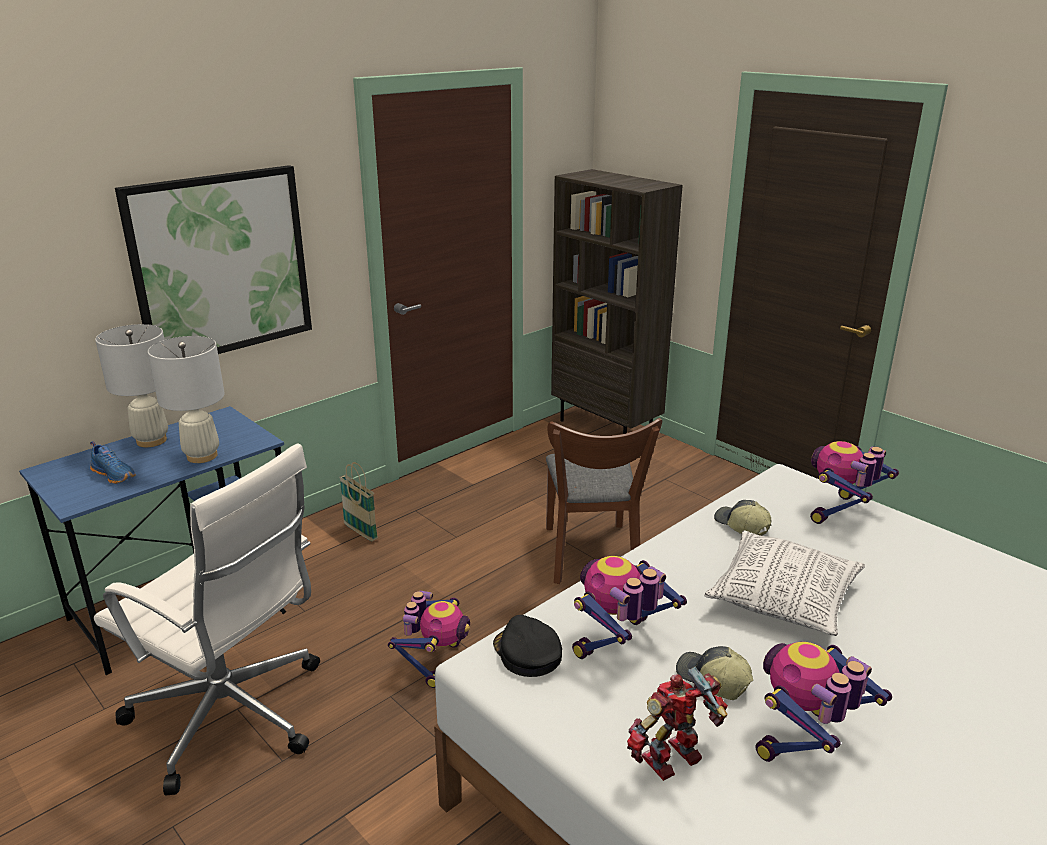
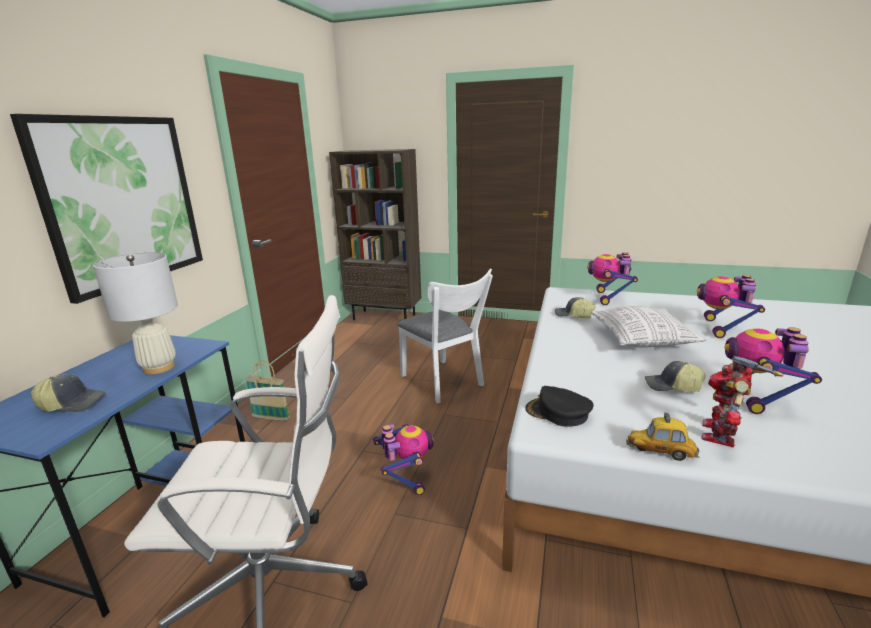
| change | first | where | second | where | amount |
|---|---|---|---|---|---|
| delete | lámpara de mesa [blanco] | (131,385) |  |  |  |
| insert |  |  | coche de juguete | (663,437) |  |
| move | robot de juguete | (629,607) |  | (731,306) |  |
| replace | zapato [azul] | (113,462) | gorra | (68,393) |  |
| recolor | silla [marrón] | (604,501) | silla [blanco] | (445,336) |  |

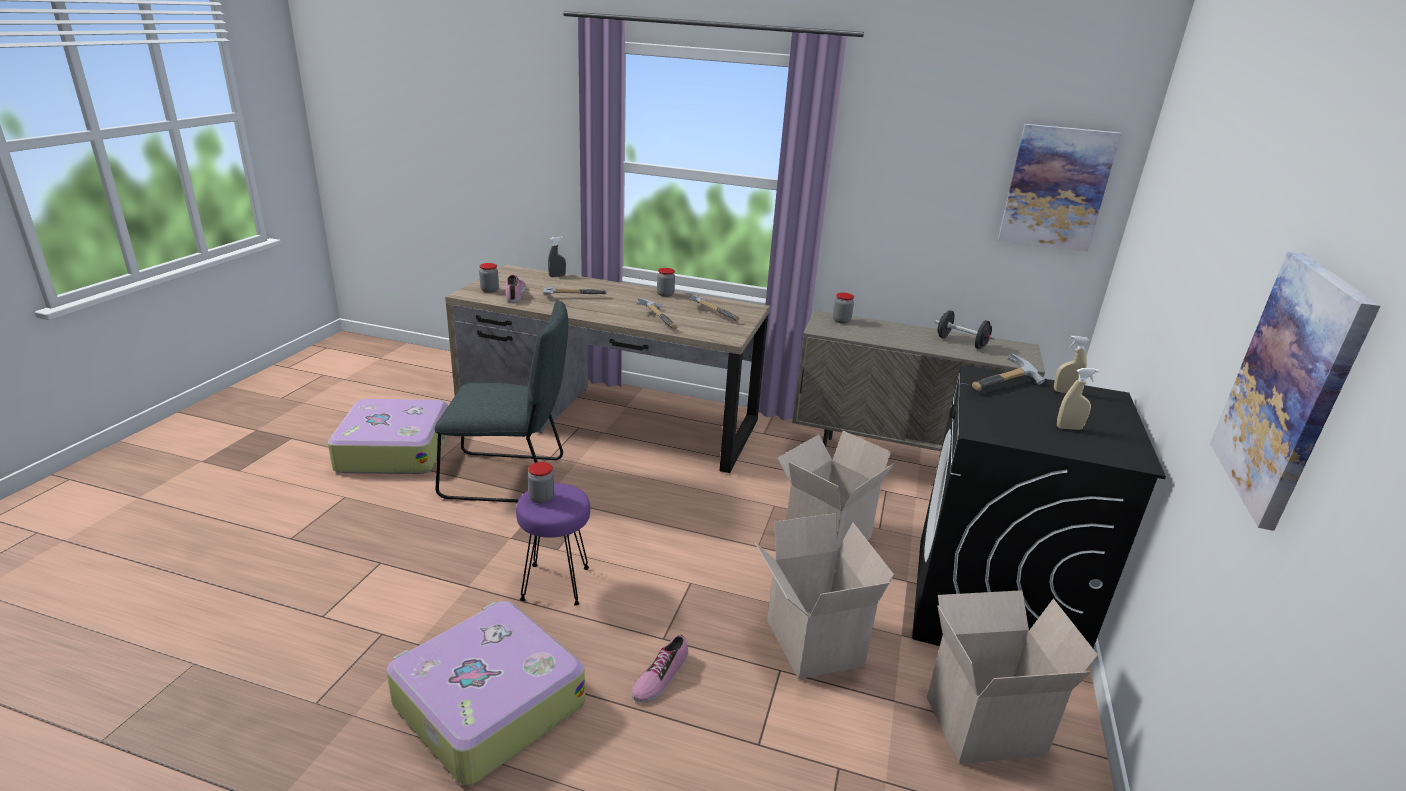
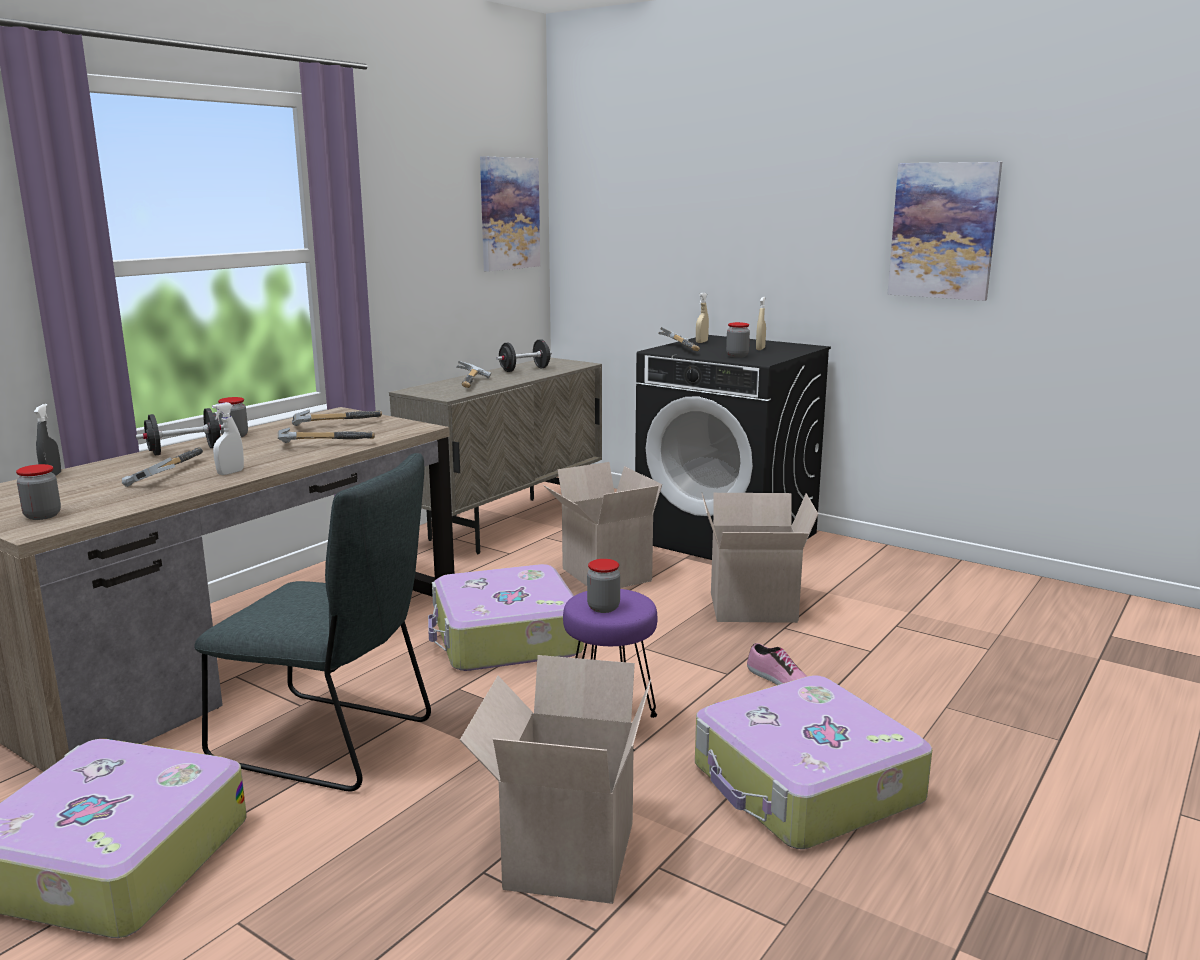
| change | first | where | second | where | amount |
|---|---|---|---|---|---|
| delete | zapato | (515,289) |  |  |  |
| insert |  |  | mancuerna [negro] | (180,432) |  |
| insert |  |  | pulverizador [blanco] | (228,438) |  |
| insert |  |  | maleta | (506,617) |  |
| insert |  |  | martillo | (473,374) |  |
| move | tarro | (843,308) |  | (738,340) |  |
| move | caja de cartón | (1012,677) |  | (555,779) |  |
| rotate | silla [gris] | (501,401) |  | (313,622) | 90 degrees clockwise |

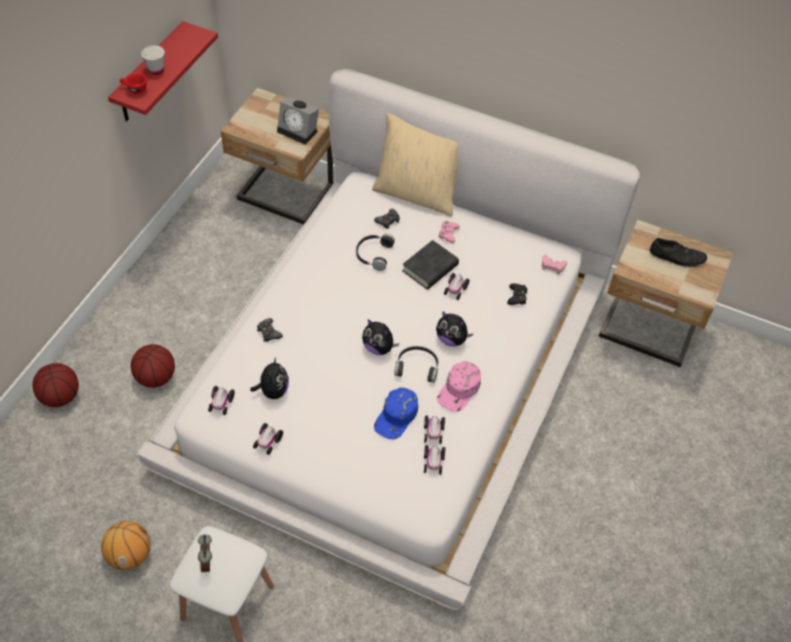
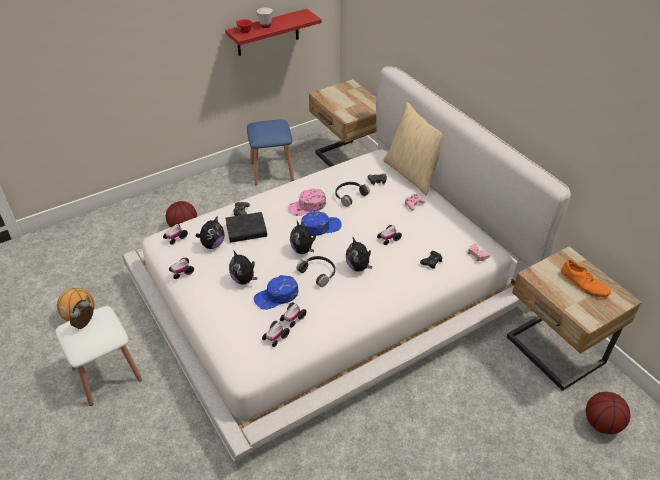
| change | first | where | second | where | amount |
|---|---|---|---|---|---|
| delete | despertador | (298,121) |  |  |  |
| insert |  |  | peluche | (243,267) |  |
| insert |  |  | taburete [azul] | (270,152) |  |
| insert |  |  | gorra [azul] | (321,224) |  |
| move | balón de baloncesto | (55,385) |  | (608,413) |  |
| move | libro [negro] | (430,264) |  | (246,227) |  |
| move | gorra [rosa] | (459,386) |  | (307,202) |  |
| recolor | zapato [negro] | (678,252) | zapato [naranja] | (586,278) |  |

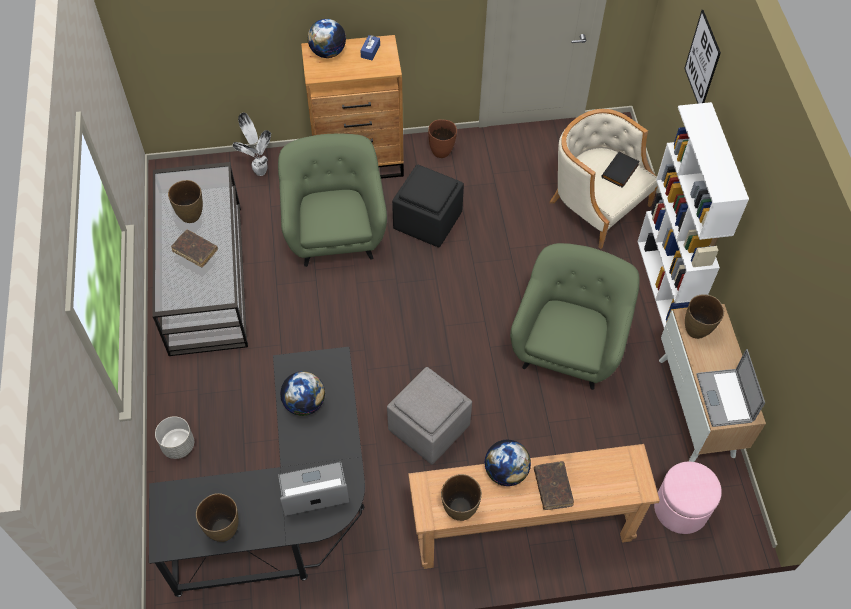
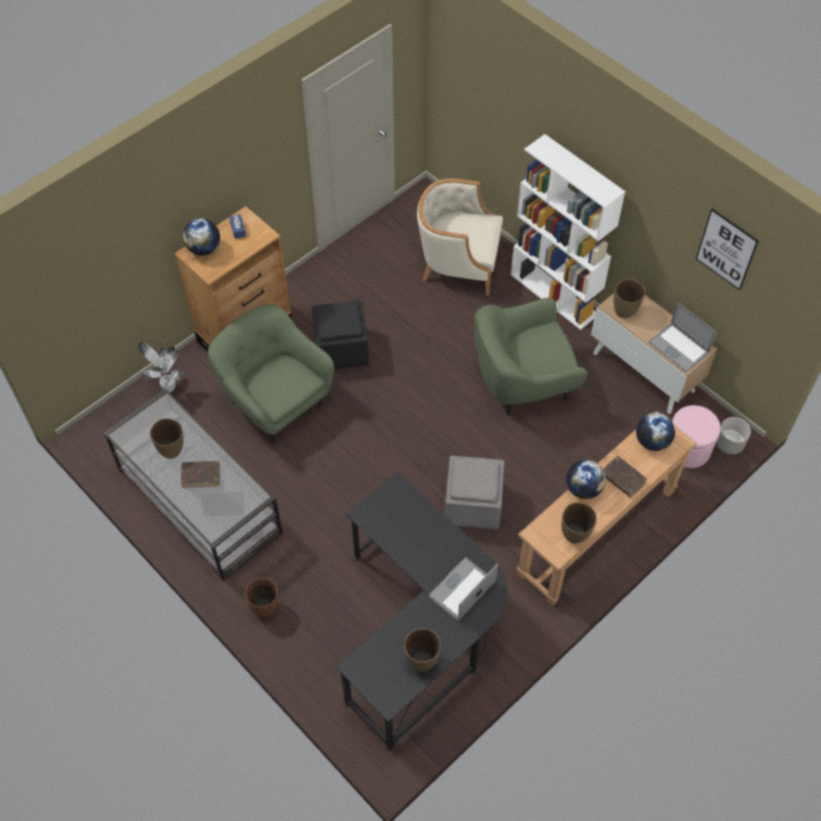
| change | first | where | second | where | amount |
|---|---|---|---|---|---|
| delete | libro [negro] | (620,170) |  |  |  |
| move | maceta [gris] | (174,437) |  | (733,435) |  |
| move | globo terráqueo | (302,393) |  | (655,431) |  |
| move | florero [marrón] | (442,138) |  | (261,597) |  |
| move | cuadro | (702,57) |  | (727,249) |  |
| rotate | sillón [verde] | (575,316) |  | (531,356) | 90 degrees counterclockwise |

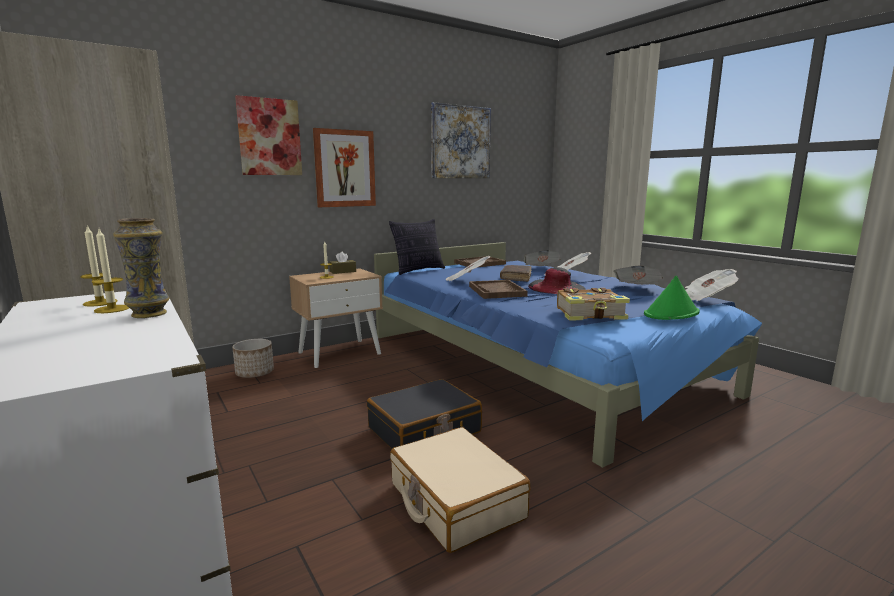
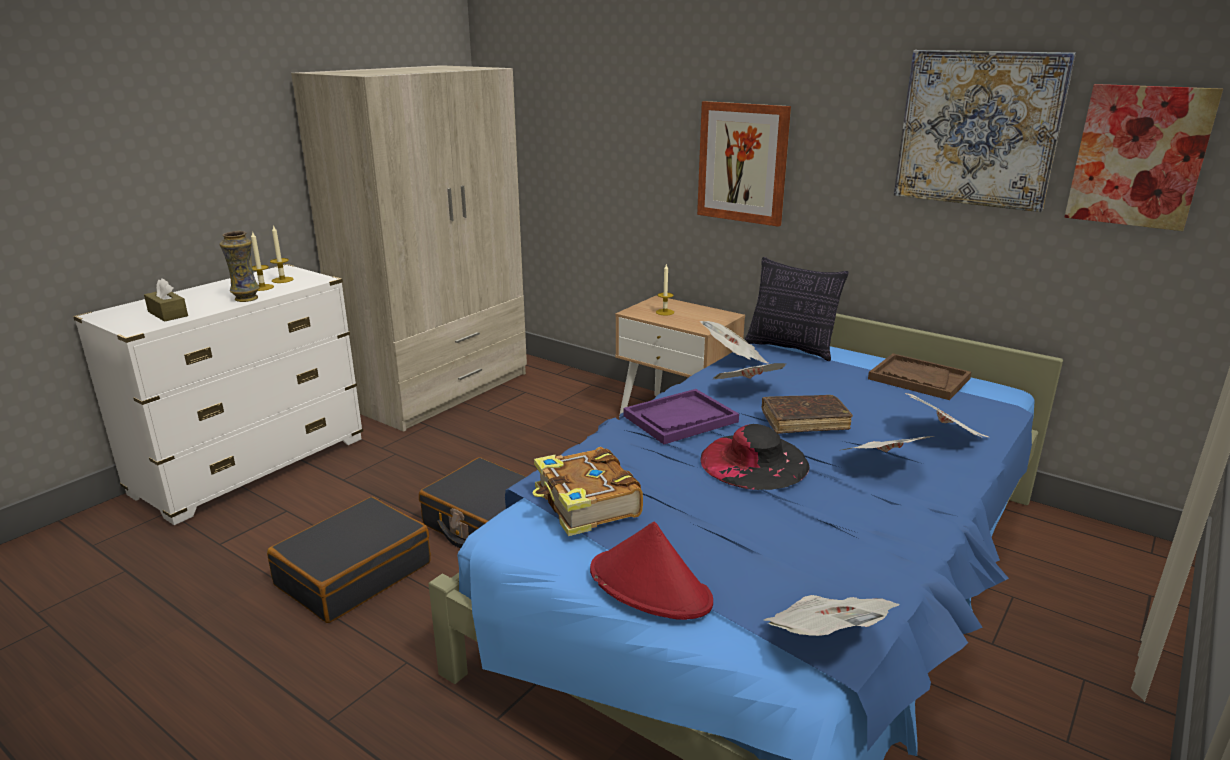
| change | first | where | second | where | amount |
|---|---|---|---|---|---|
| delete | maceta | (253,358) |  |  |  |
| move | cuadro | (268,135) |  | (1143,157) |  |
| move | caja de pañuelos [marrón] | (342,263) |  | (166,300) |  |
| move | periódico | (638,275) |  | (734,342) |  |
| recolor | maleta [beis] | (460,490) | maleta [negro] | (349,560) |  |
| recolor | bandeja [marrón] | (498,289) | bandeja [morado] | (681,416) |  |
| recolor | sombrero [verde] | (672,298) | sombrero [rojo] | (651,570) |  |

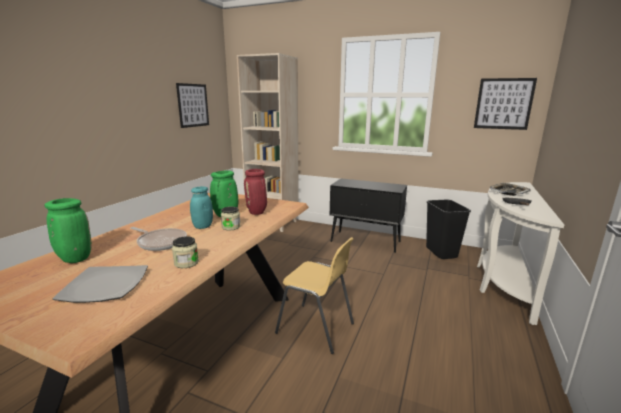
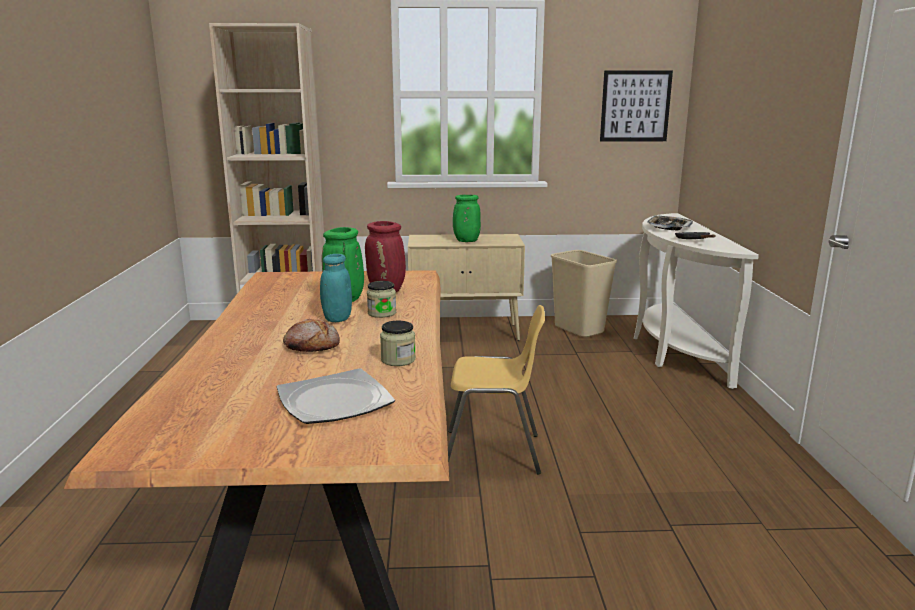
| change | first | where | second | where | amount |
|---|---|---|---|---|---|
| delete | cuadro | (192,105) |  |  |  |
| move | florero [verde] | (68,230) |  | (467,218) |  |
| replace | sartén | (158,239) | pan | (311,335) |  |
| recolor | armario [negro] | (368,215) | armario [beis] | (466,287) |  |
| recolor | papelera [negro] | (448,229) | papelera [beis] | (584,293) |  |

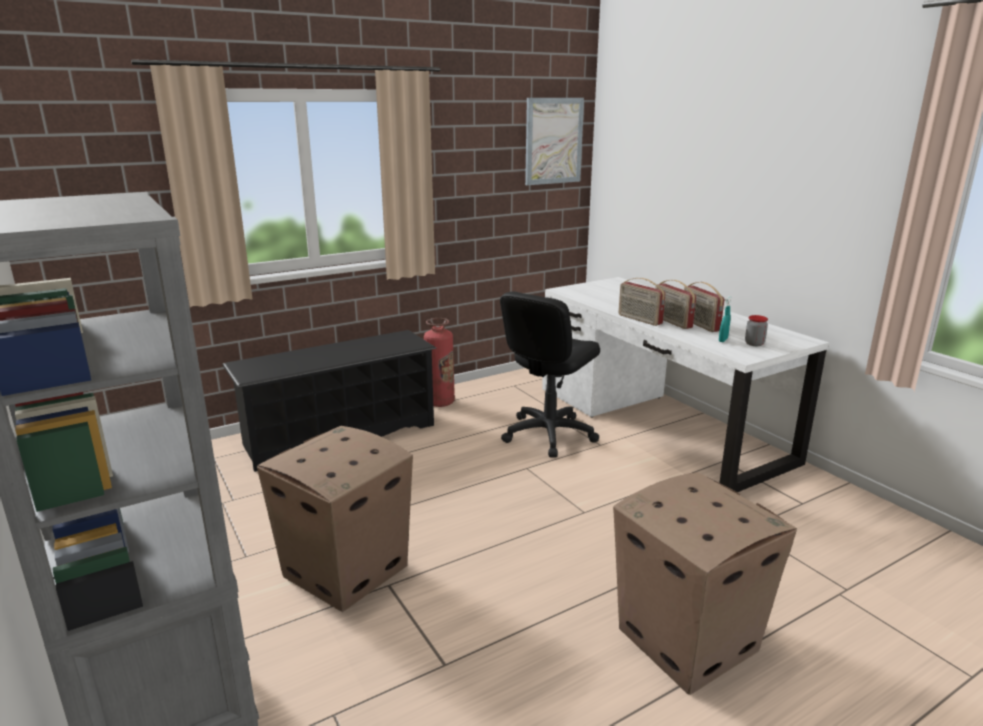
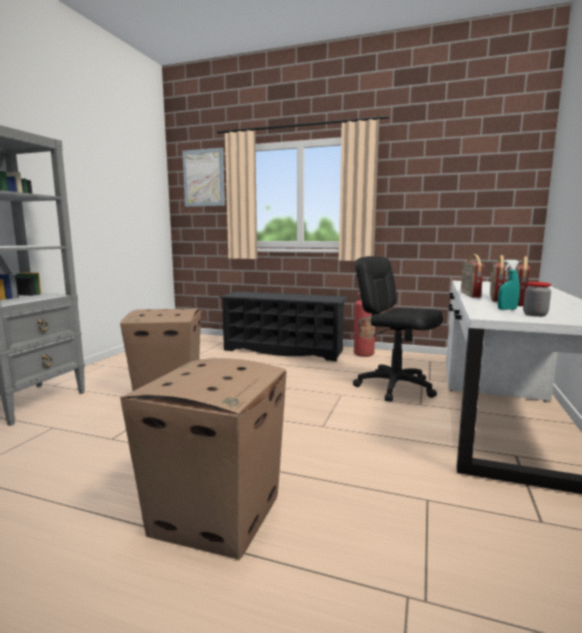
| change | first | where | second | where | amount |
|---|---|---|---|---|---|
| move | cuadro | (554,141) |  | (203,177) |  |
| rotate | silla de oficina [negro] | (550,374) |  | (398,329) | 45 degrees clockwise |

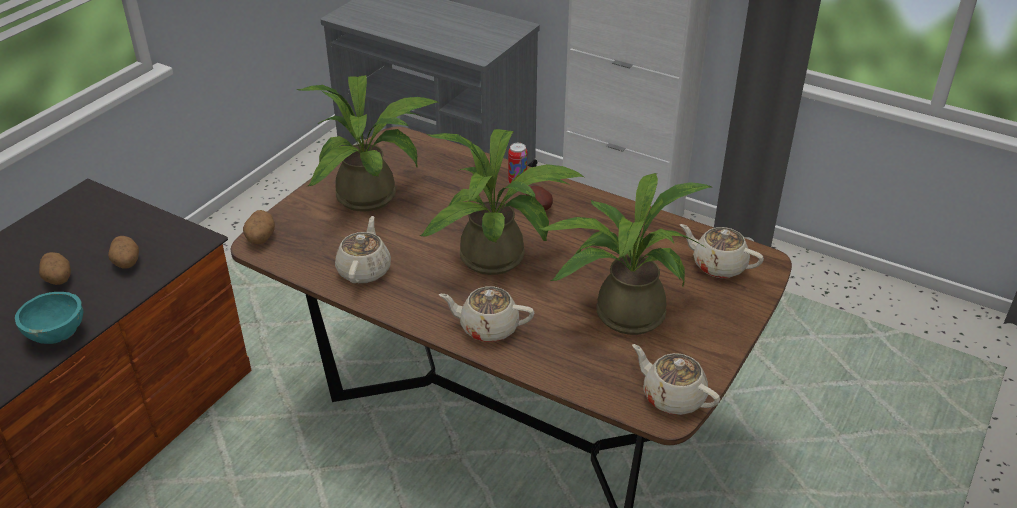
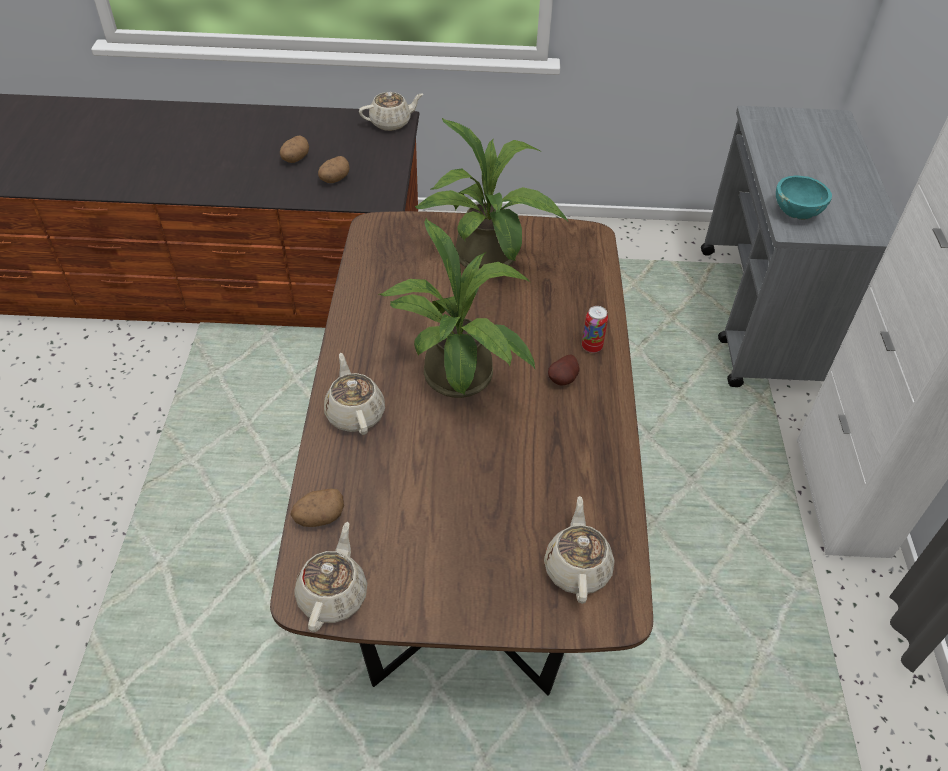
| change | first | where | second | where | amount |
|---|---|---|---|---|---|
| delete | planta en maceta | (624,254) |  |  |  |
| move | cuenco [turquesa] | (49,318) |  | (804,197) |  |
| move | patata | (259,227) |  | (317,507) |  |
| move | tetera [beis] | (363,249) |  | (391,111) |  |

